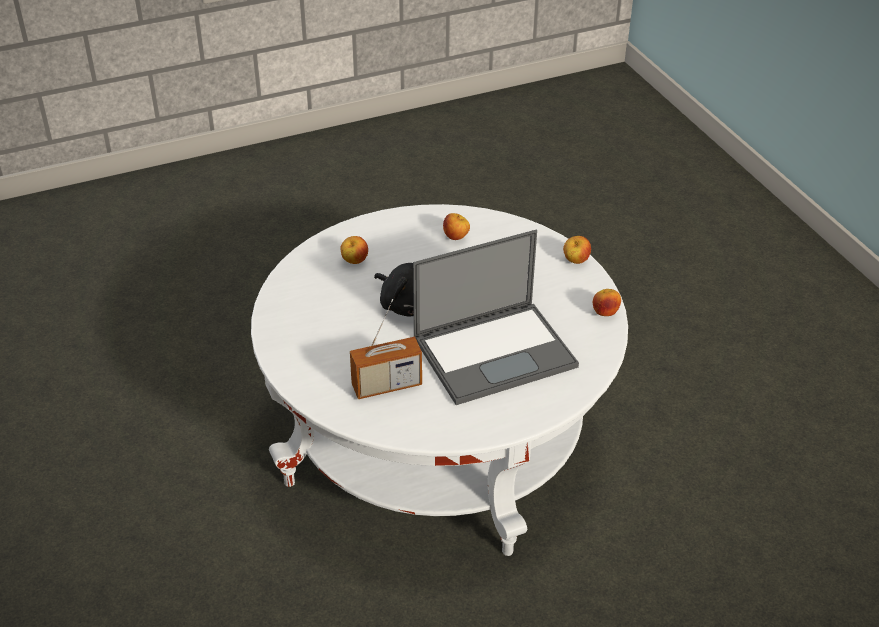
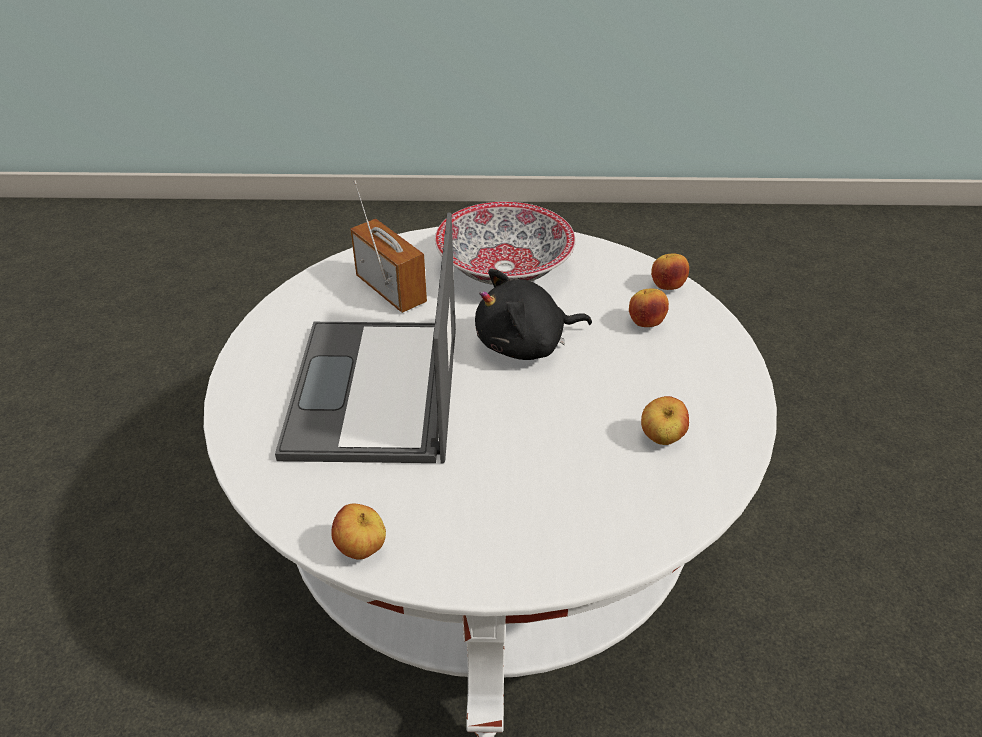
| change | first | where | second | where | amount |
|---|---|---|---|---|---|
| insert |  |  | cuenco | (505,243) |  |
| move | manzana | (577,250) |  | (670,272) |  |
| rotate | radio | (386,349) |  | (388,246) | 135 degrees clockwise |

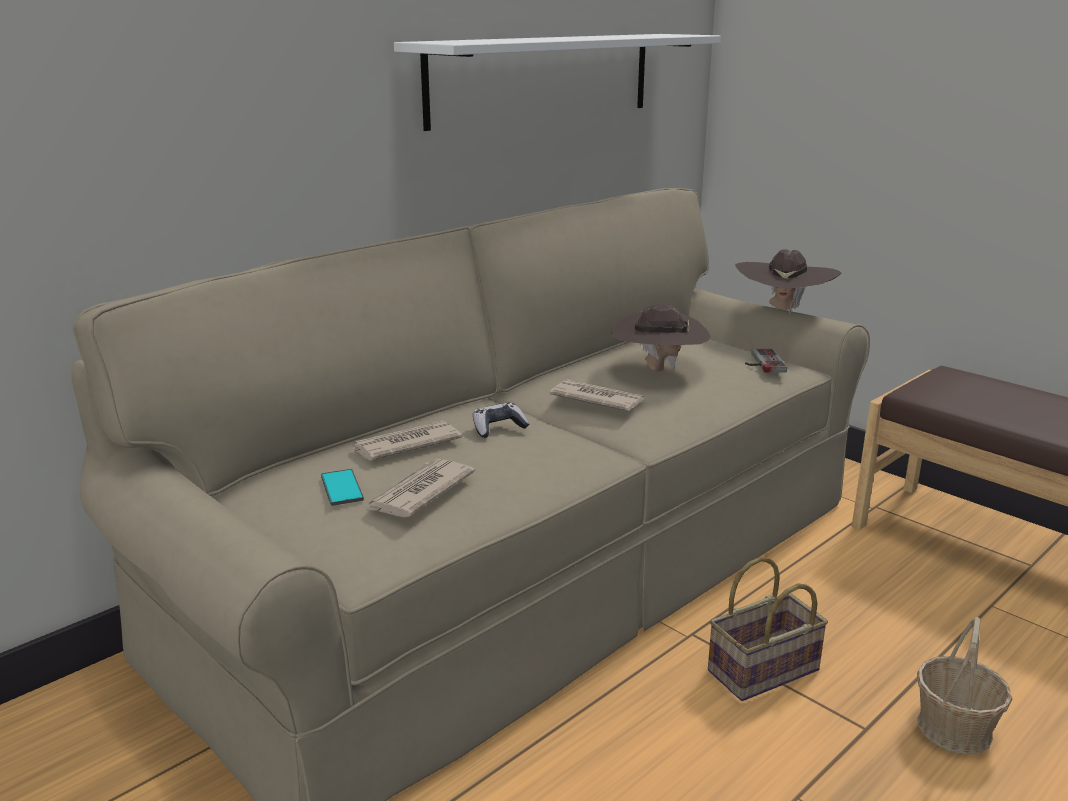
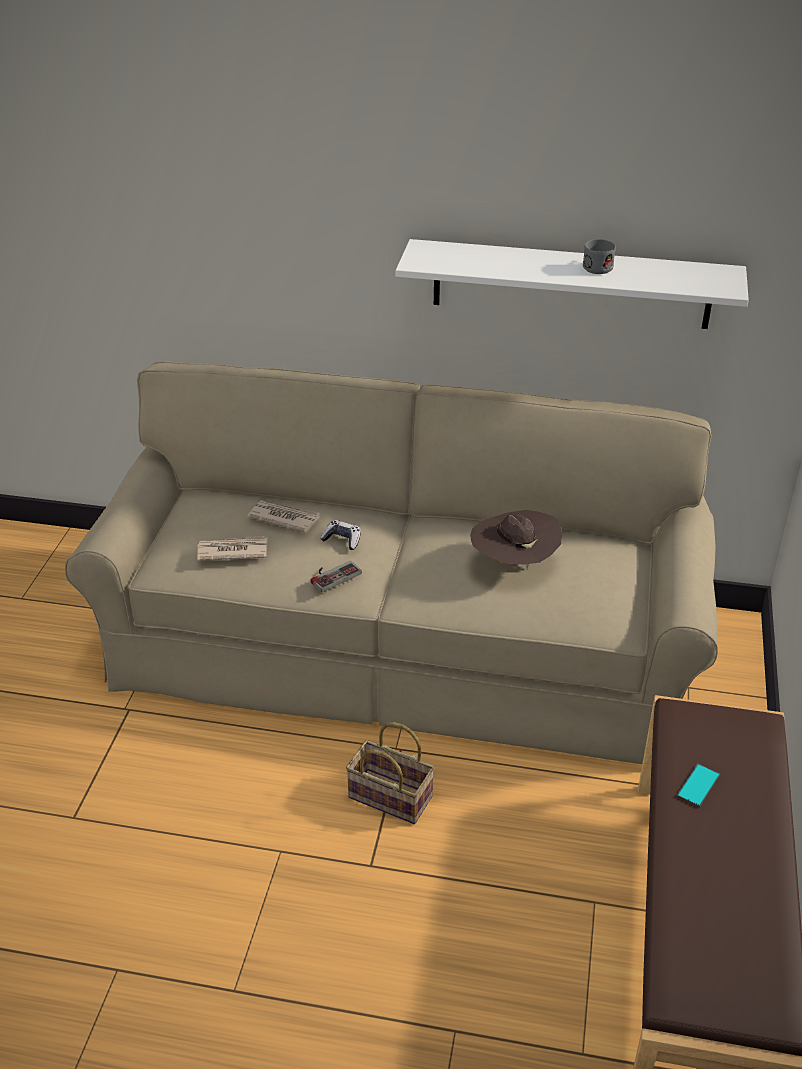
| change | first | where | second | where | amount |
|---|---|---|---|---|---|
| delete | periódico | (597,395) |  |  |  |
| delete | sombrero [marrón] | (788,282) |  |  |  |
| delete | cesta | (964,685) |  |  |  |
| insert |  |  | taza grande [gris] | (599,256) |  |
| move | móvil | (342,487) |  | (698,785) |  |
| move | mando de consola | (766,360) |  | (336,577) |  |

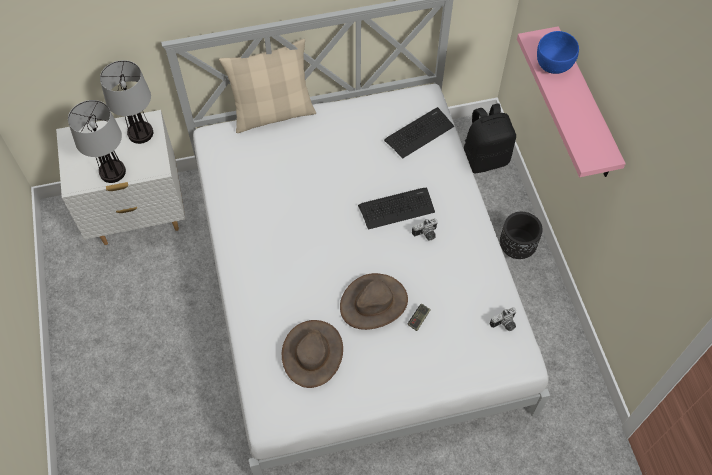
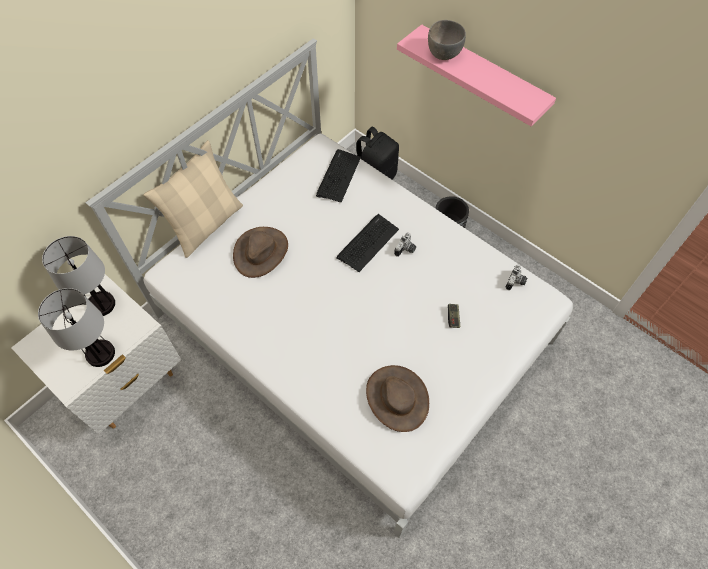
| change | first | where | second | where | amount |
|---|---|---|---|---|---|
| move | sombrero [marrón] | (374,301) |  | (260,252) |  |
| recolor | cuenco [azul] | (558,52) | cuenco [gris] | (447,40) |  |

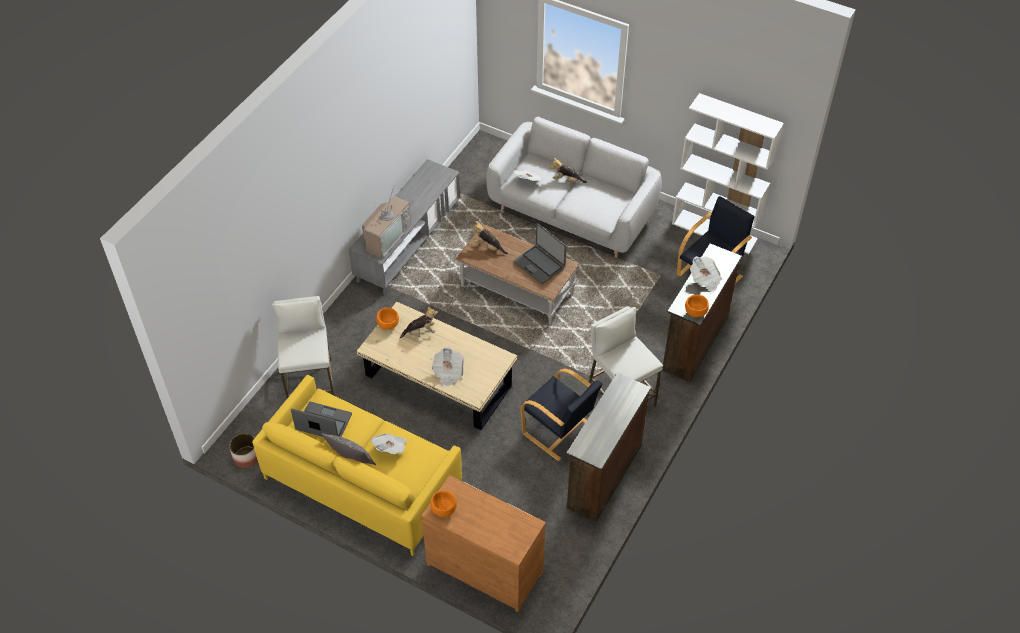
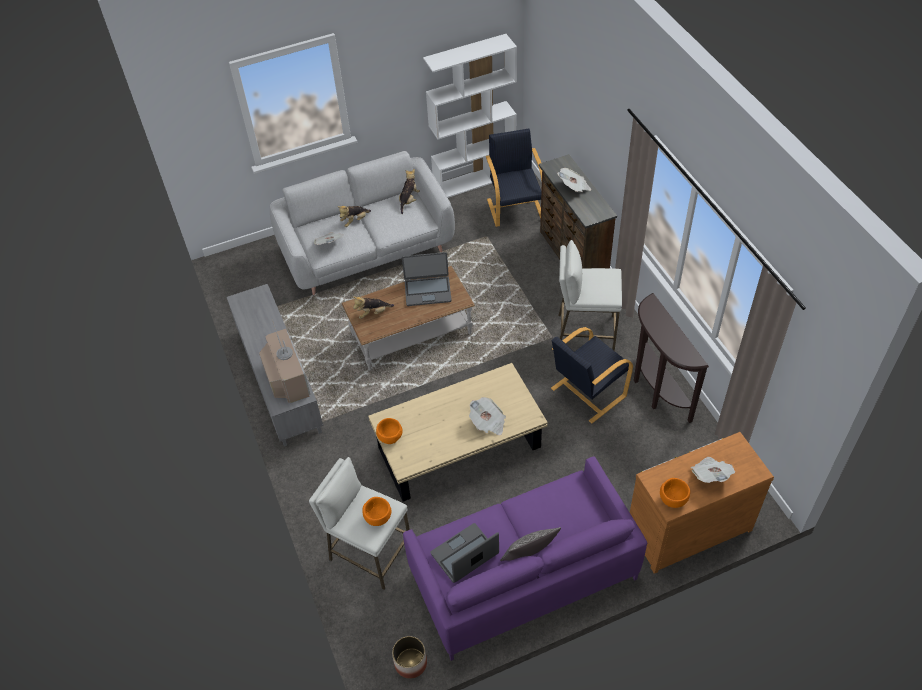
| change | first | where | second | where | amount |
|---|---|---|---|---|---|
| move | periódico | (389,443) |  | (713,470) |  |
| move | peluche | (419,322) |  | (409,191) |  |
| move | cuenco [naranja] | (697,306) |  | (376,511) |  |
| replace | cómoda [marrón] | (608,447) | mesa consola [marrón] | (671,358) |  |
| recolor | sofá [amarillo] | (357,465) | sofá [morado] | (525,559) |  |
| rotate | sillón [negro] | (561,415) |  | (592,375) | 150 degrees clockwise |

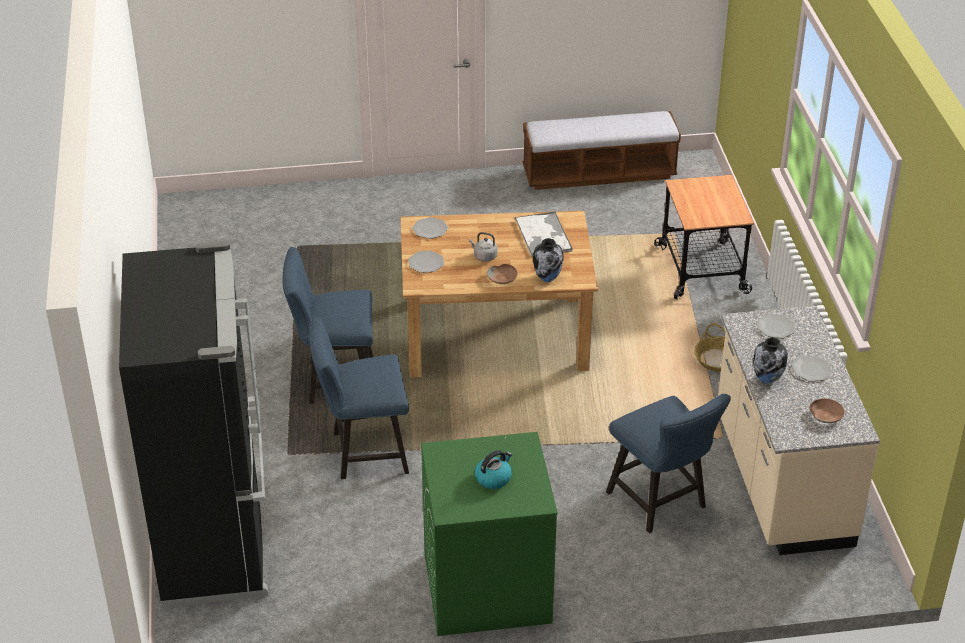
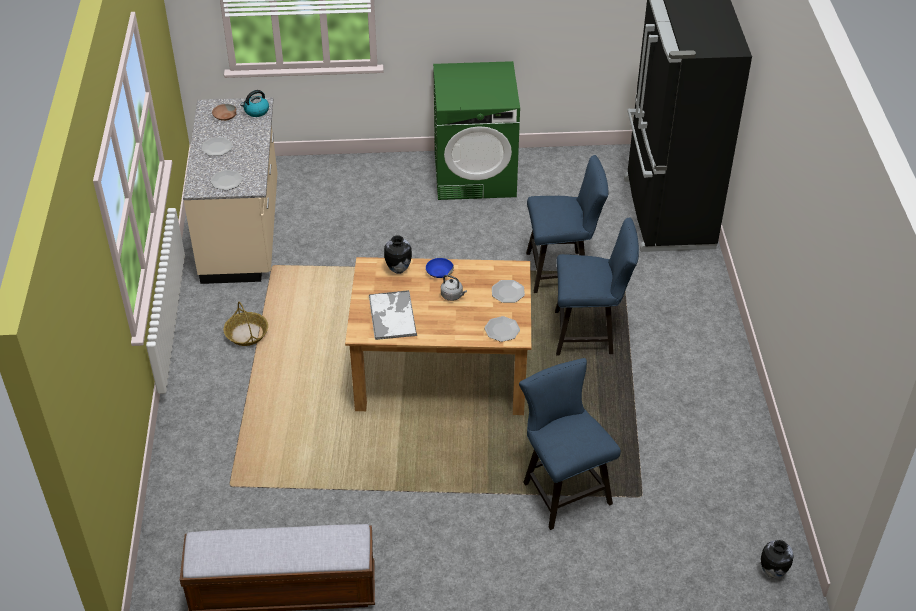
| change | first | where | second | where | amount |
|---|---|---|---|---|---|
| delete | carrito | (704,237) |  |  |  |
| move | hervidor | (493,469) |  | (255,103) |  |
| move | silla [azul] | (668,463) |  | (570,444) |  |
| move | florero | (770,360) |  | (777,559) |  |
| recolor | cuenco [marrón] | (502,274) | cuenco [azul] | (440,268) |  |

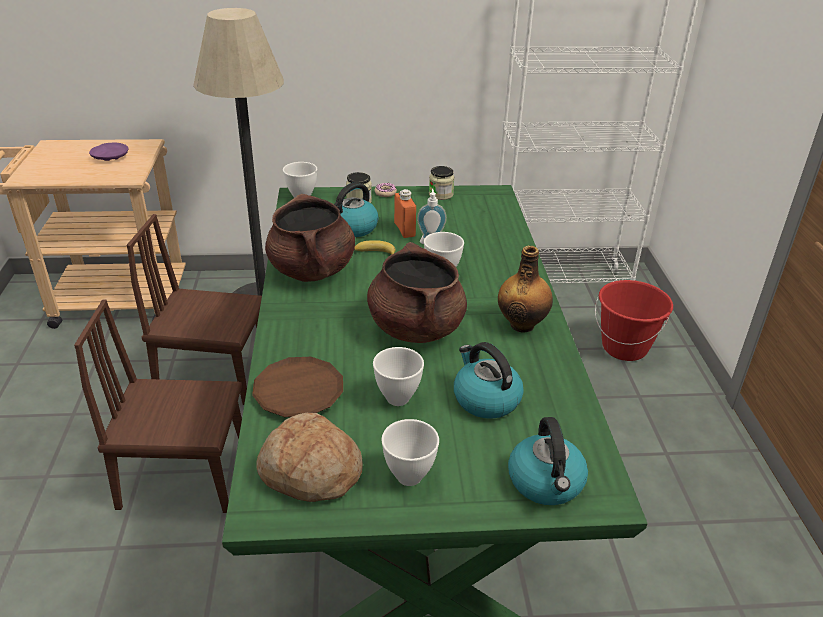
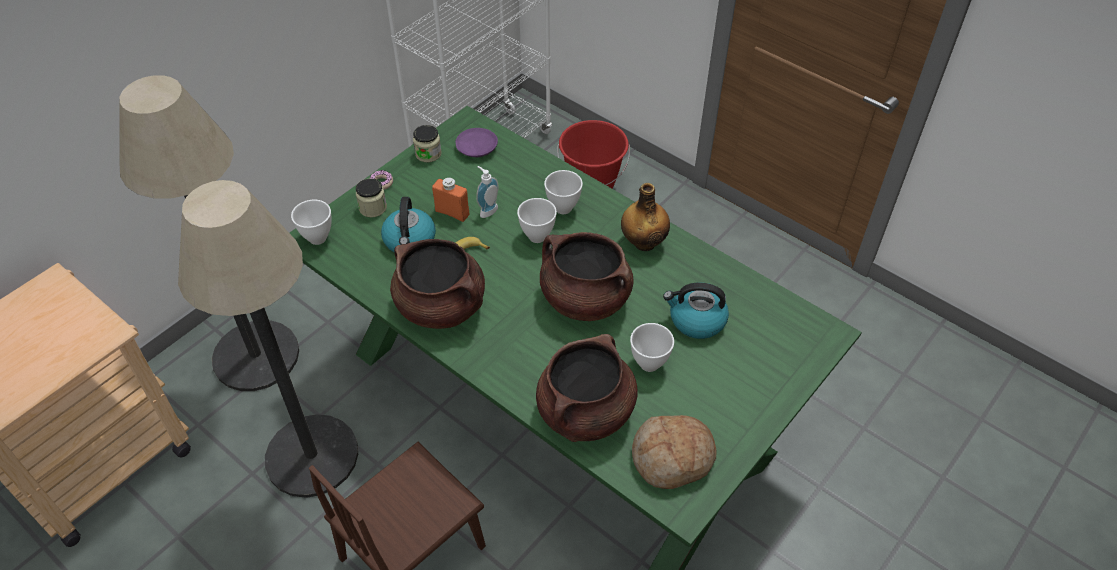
| change | first | where | second | where | amount |
|---|---|---|---|---|---|
| delete | hervidor | (548,461) |  |  |  |
| move | plato [morado] | (108,152) |  | (476,142) |  |
| move | cuenco [blanco] | (410,452) |  | (563,192) |  |
| replace | silla [marrón] | (194,309) | lámpara de pie | (268,339) |  |
| replace | plato [marrón] | (297,387) | olla [marrón] | (587,388) |  |

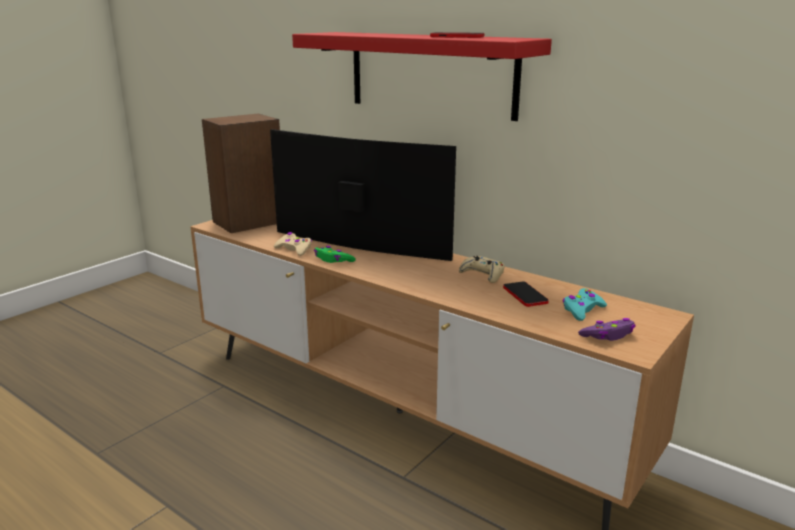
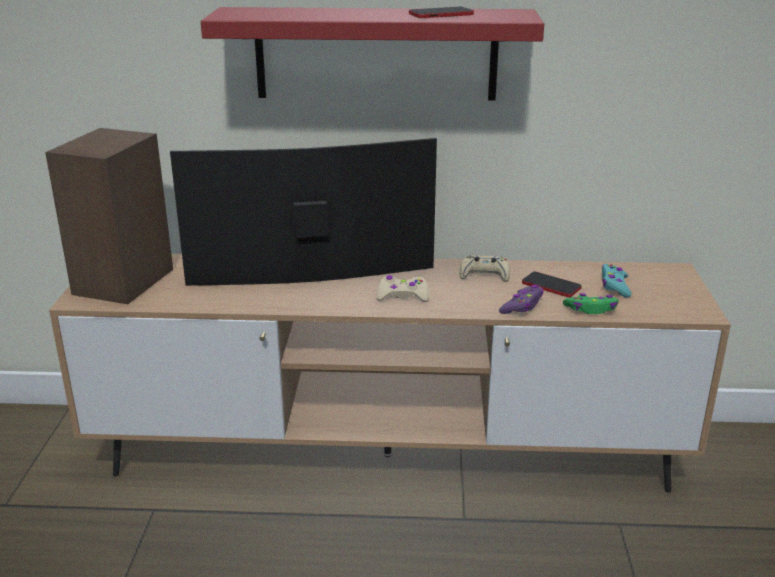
| change | first | where | second | where | amount |
|---|---|---|---|---|---|
| move | mando de consola [beis] | (293,244) |  | (402,288) |  |
| move | mando de consola [verde] | (335,254) |  | (590,303) |  |
| move | mando de consola [morado] | (607,329) |  | (521,299) |  |

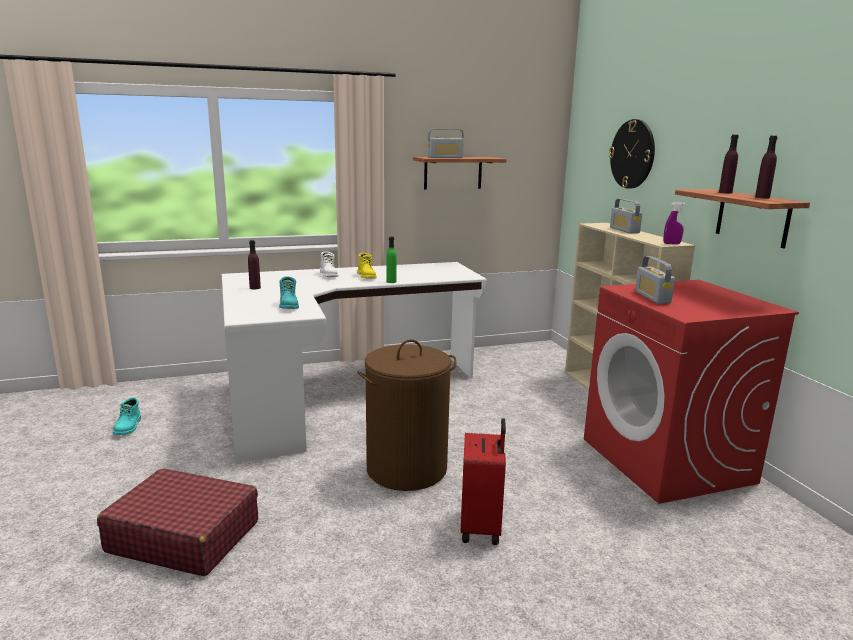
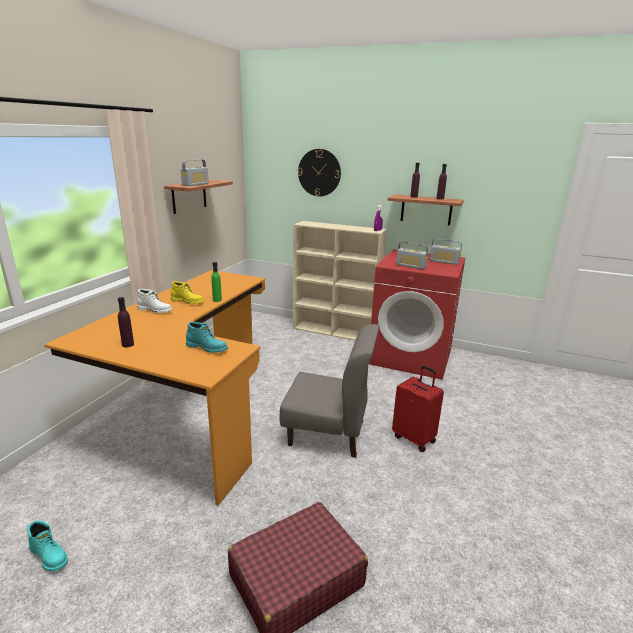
| change | first | where | second | where | amount |
|---|---|---|---|---|---|
| move | radio | (626,216) |  | (446,252) |  |
| replace | cesto de la ropa [marrón] | (407,415) | silla [gris] | (329,391) |  |
| recolor | escritorio [blanco] | (354,362) | escritorio [naranja] | (154,388) |  |

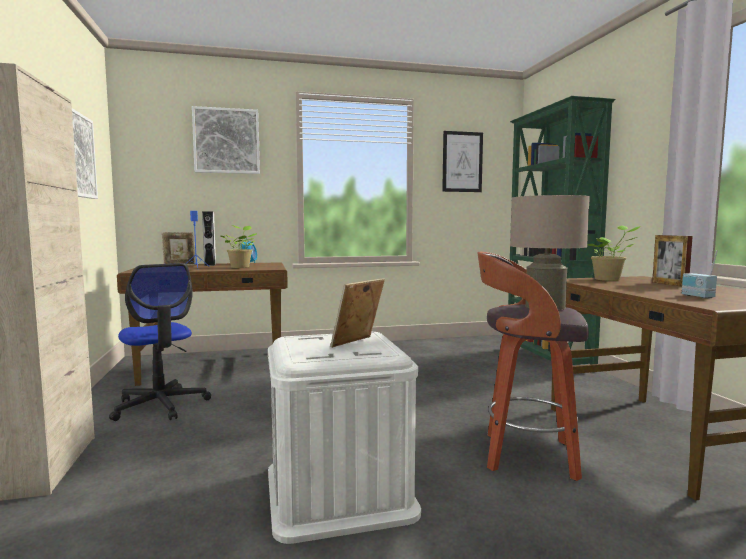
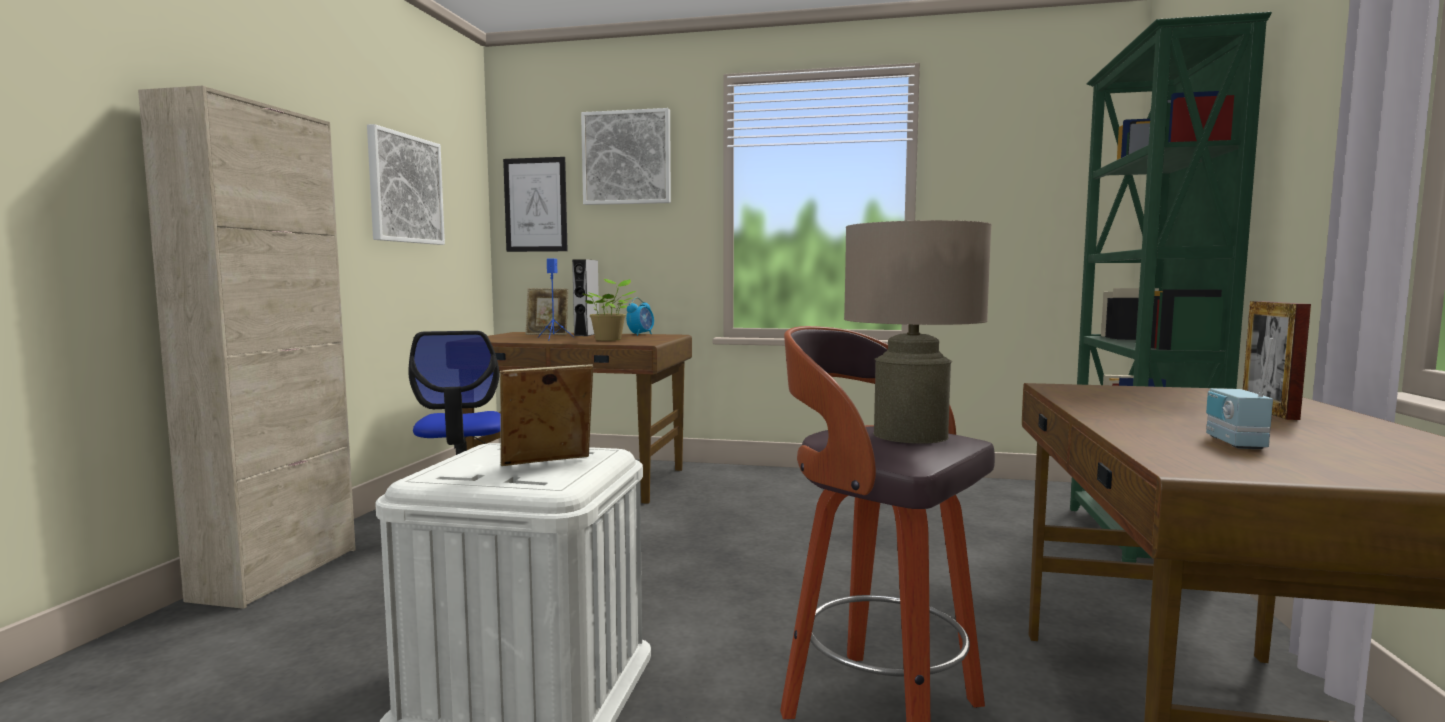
| change | first | where | second | where | amount |
|---|---|---|---|---|---|
| delete | planta en maceta | (614,253) |  |  |  |
| move | cuadro | (462,161) |  | (535,204) |  |

